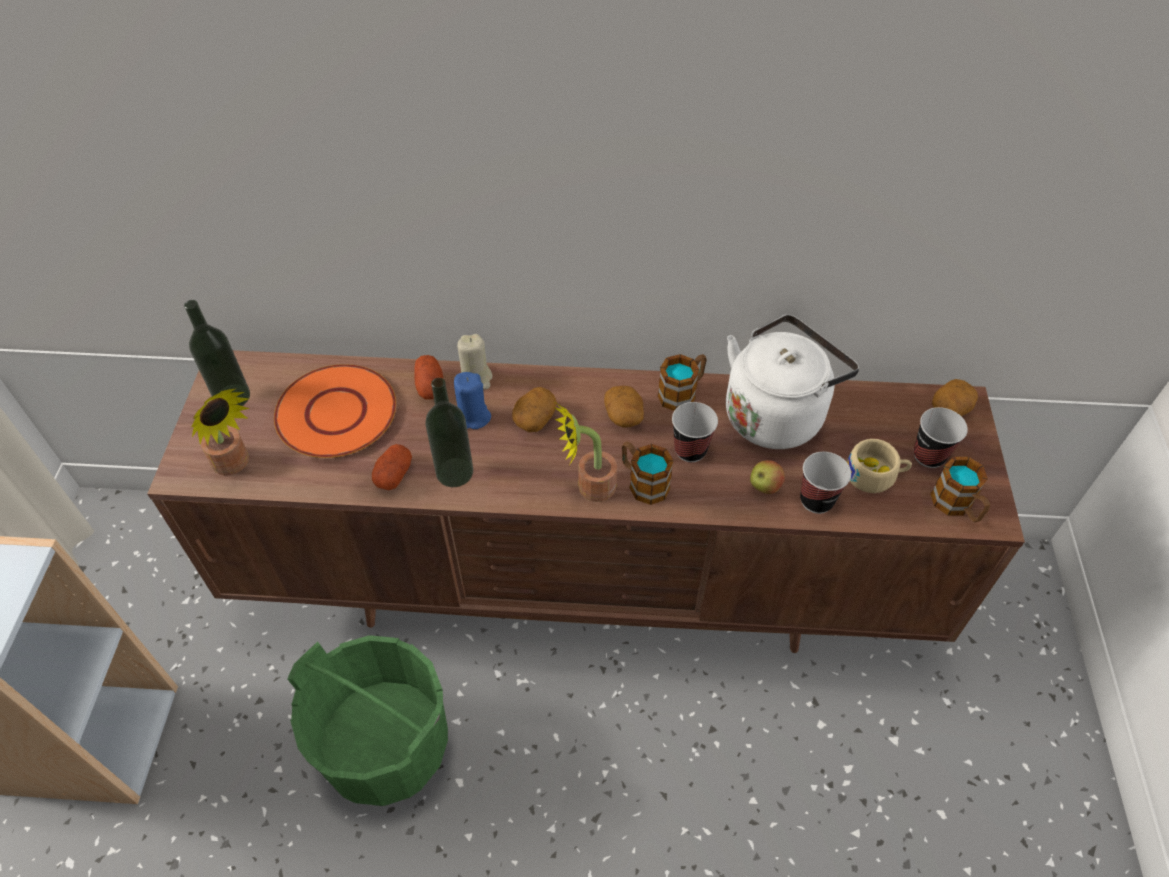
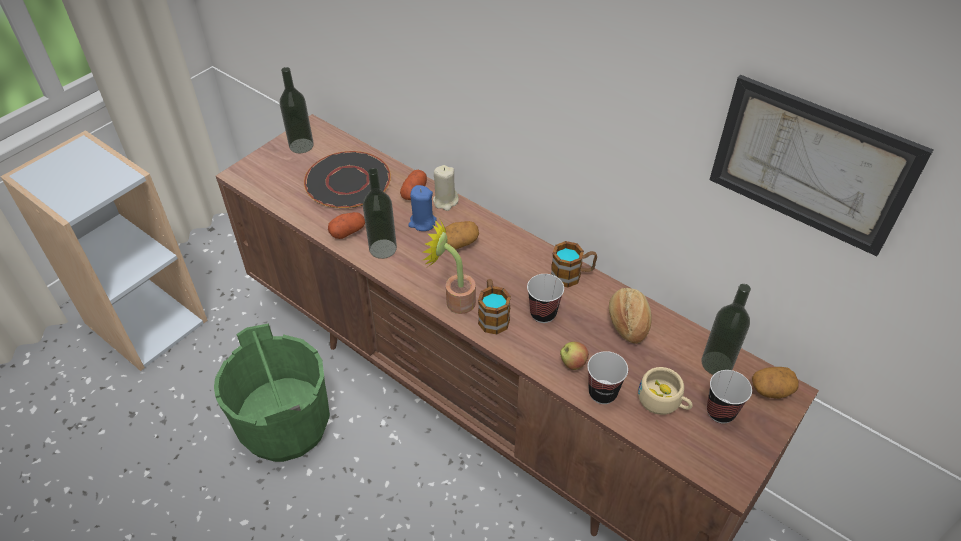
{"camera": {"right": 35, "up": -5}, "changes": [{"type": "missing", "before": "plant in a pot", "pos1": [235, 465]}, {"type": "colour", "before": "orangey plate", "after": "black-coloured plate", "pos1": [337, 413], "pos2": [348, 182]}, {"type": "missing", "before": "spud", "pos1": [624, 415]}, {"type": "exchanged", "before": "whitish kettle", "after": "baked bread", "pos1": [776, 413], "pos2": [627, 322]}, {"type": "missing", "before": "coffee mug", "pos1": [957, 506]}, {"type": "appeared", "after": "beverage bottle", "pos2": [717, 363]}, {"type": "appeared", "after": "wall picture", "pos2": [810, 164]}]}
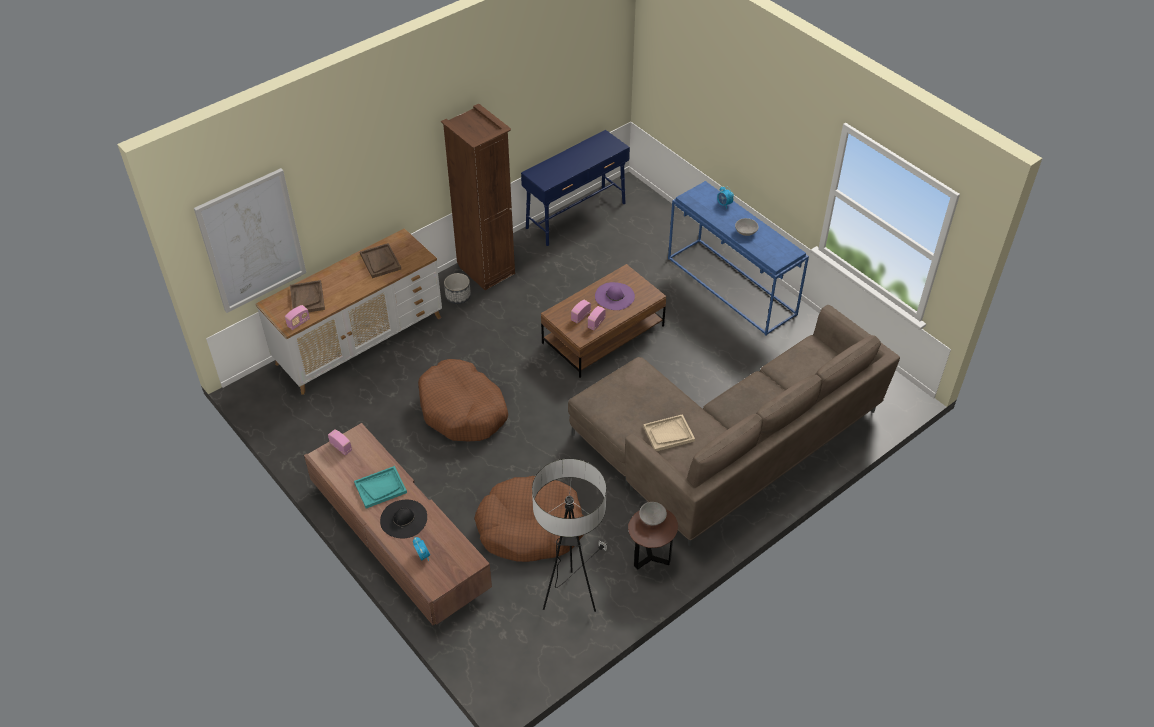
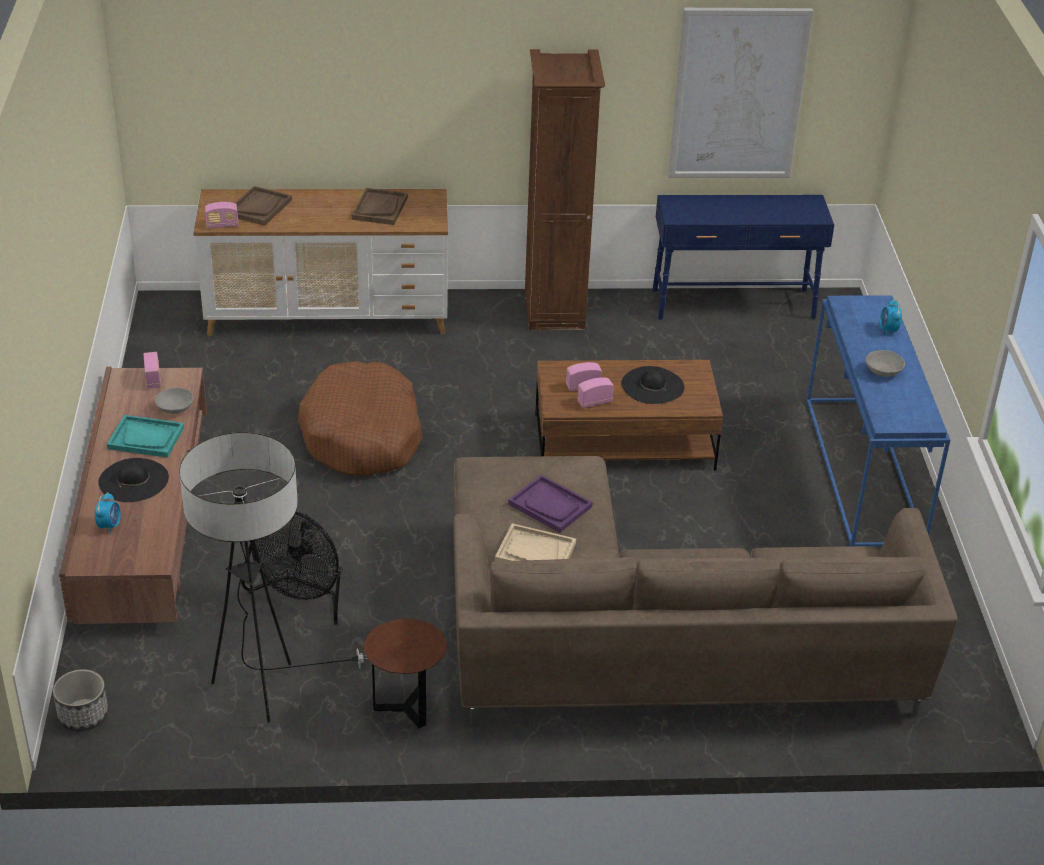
{"camera": {"right": 35, "up": -10}, "changes": [{"type": "relocated", "before": "wall picture", "pos1": [252, 241], "pos2": [738, 94]}, {"type": "relocated", "before": "plant pot", "pos1": [458, 296], "pos2": [83, 716]}, {"type": "exchanged", "before": "brown pet bed", "after": "black-coloured fan", "pos1": [530, 527], "pos2": [299, 594]}, {"type": "colour", "before": "purple-coloured clothing hat", "after": "black-coloured clothing hat", "pos1": [614, 296], "pos2": [652, 385]}, {"type": "relocated", "before": "greyish bowl", "pos1": [652, 518], "pos2": [175, 409]}, {"type": "appeared", "after": "purple-coloured carrying tray", "pos2": [550, 505]}]}
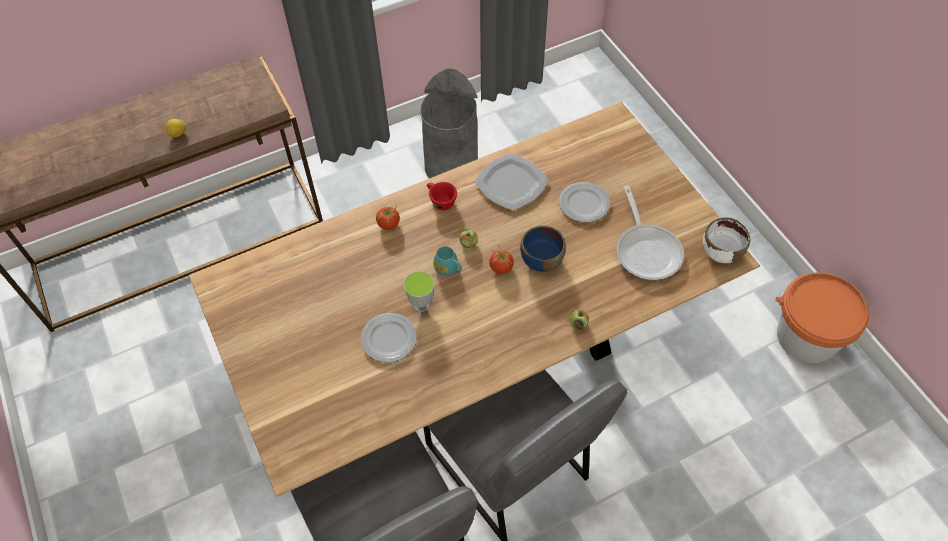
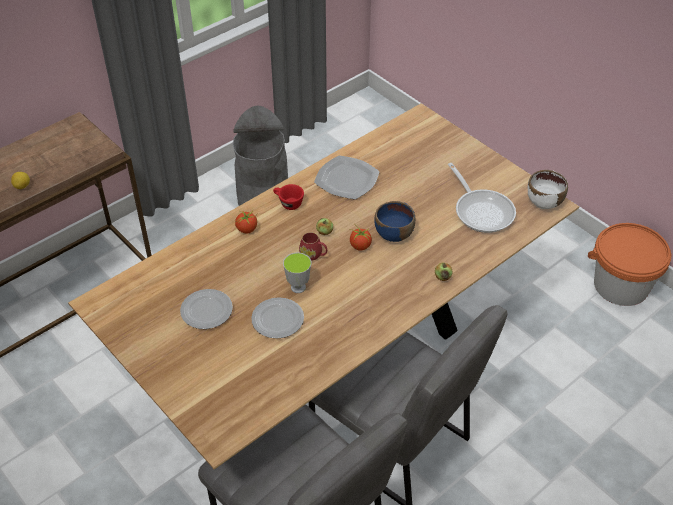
{"camera": {"right": -15, "up": -10}, "changes": [{"type": "colour", "before": "turquoise coffee mug", "after": "red coffee mug", "pos1": [448, 269], "pos2": [313, 255]}, {"type": "relocated", "before": "plate", "pos1": [583, 204], "pos2": [206, 311]}]}
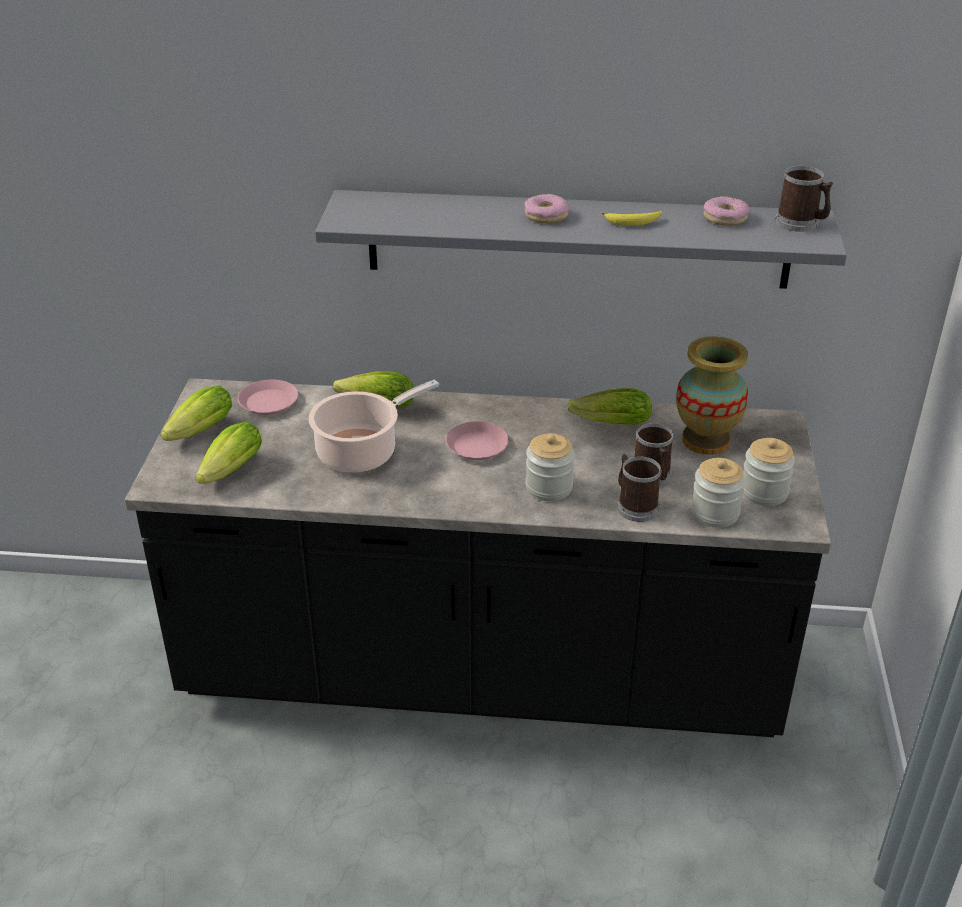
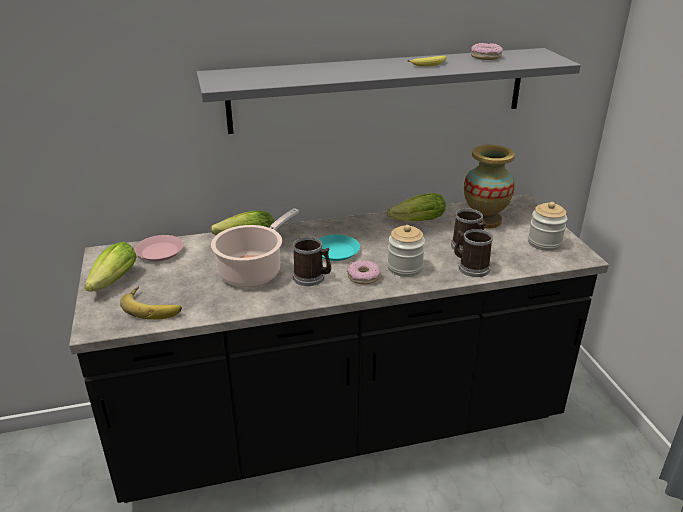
{"camera": {"right": -20, "up": -5}, "changes": [{"type": "exchanged", "before": "head of lettuce", "after": "banana fruit", "pos1": [228, 473], "pos2": [153, 306]}, {"type": "colour", "before": "pinkish plate", "after": "turquoise plate", "pos1": [477, 446], "pos2": [336, 251]}, {"type": "relocated", "before": "donut", "pos1": [546, 215], "pos2": [363, 277]}, {"type": "missing", "before": "preserve jar", "pos1": [715, 513]}, {"type": "relocated", "before": "coffee mug", "pos1": [801, 223], "pos2": [312, 278]}]}
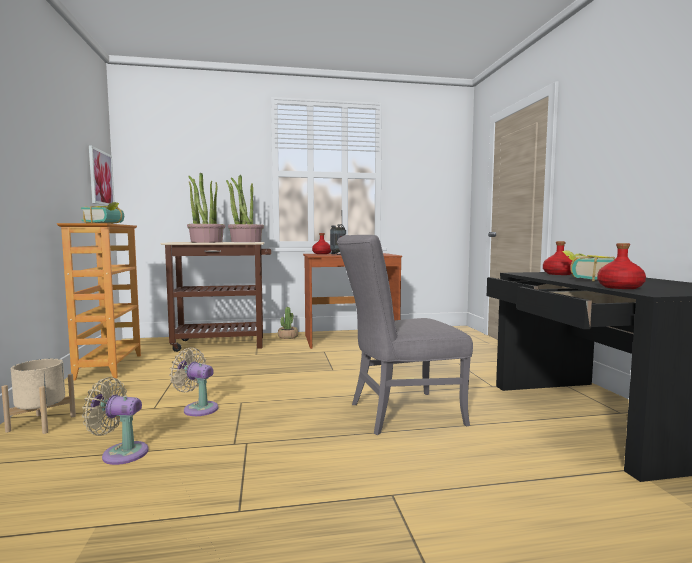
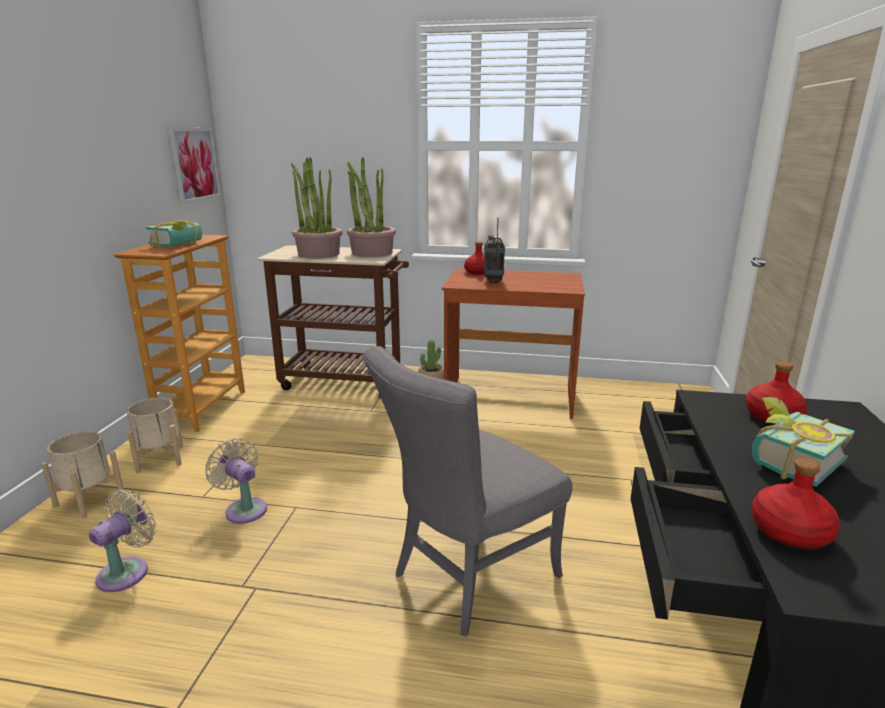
{"camera": {"right": 20, "up": 15}, "changes": [{"type": "spun", "before": "beige fan", "pos1": [121, 453], "pos2": [127, 571], "turn": 90}, {"type": "spun", "before": "greyish upright chair", "pos1": [398, 413], "pos2": [467, 577], "turn": -45}, {"type": "appeared", "after": "beige plant pot", "pos2": [160, 459]}]}
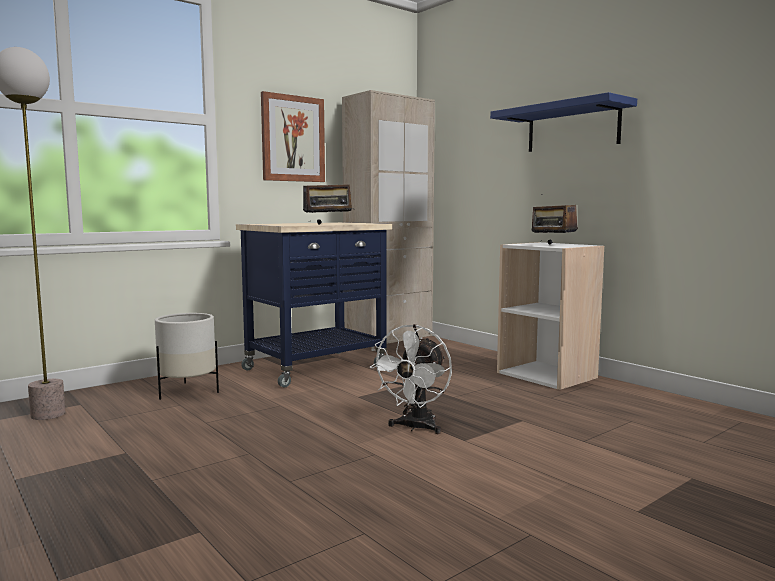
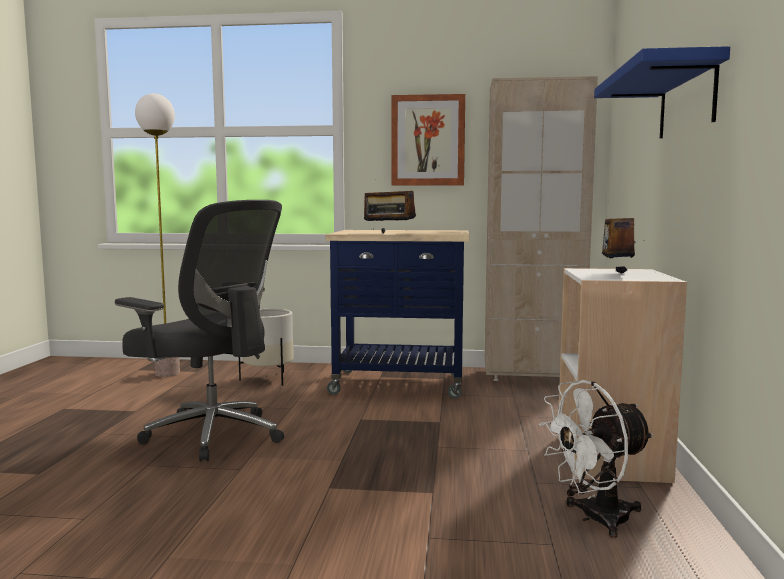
{"camera": {"right": 45, "up": 0}, "changes": [{"type": "relocated", "before": "whitish fan", "pos1": [415, 428], "pos2": [594, 518]}, {"type": "appeared", "after": "desk chair", "pos2": [211, 435]}]}
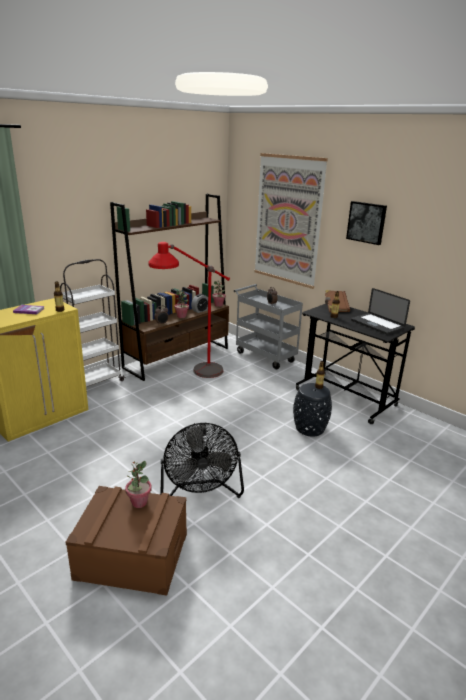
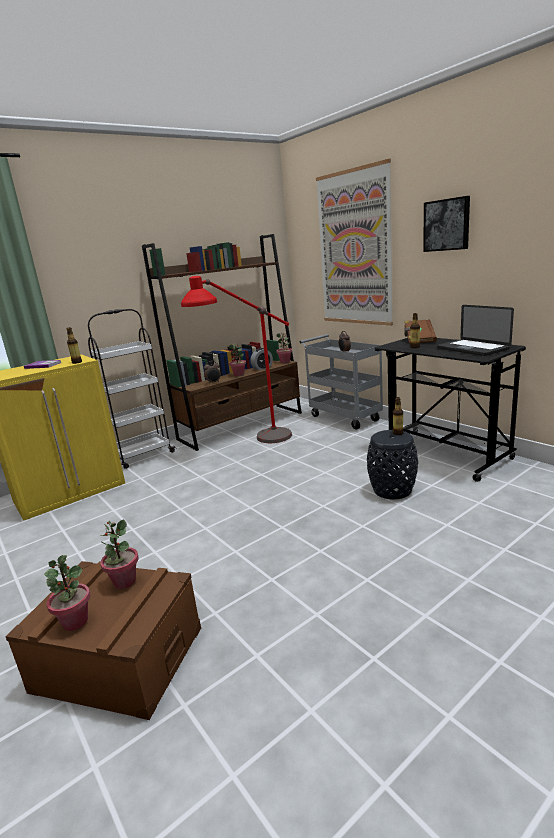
{"camera": {"right": 10, "up": -5}, "changes": [{"type": "missing", "before": "black-coloured fan", "pos1": [197, 491]}, {"type": "appeared", "after": "plant in a pot", "pos2": [75, 621]}]}
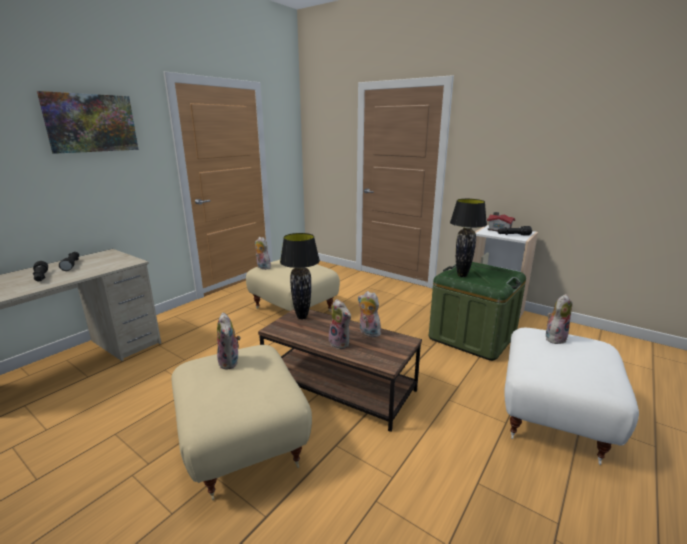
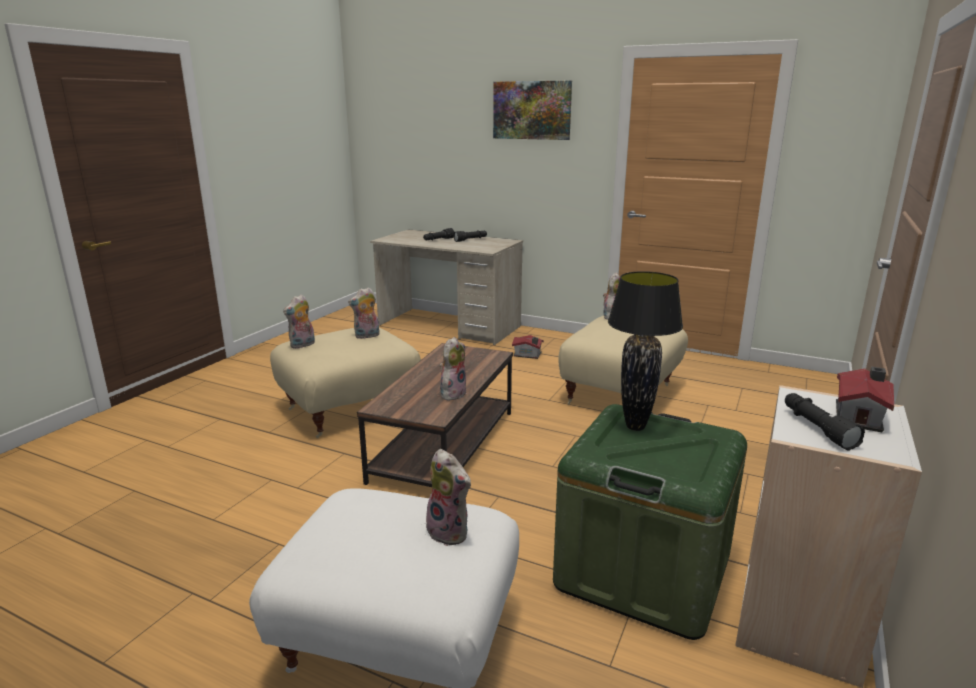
{"camera": {"right": 80, "up": 0}, "changes": [{"type": "missing", "before": "black-coloured tabletop lamp", "pos1": [301, 317]}, {"type": "relocated", "before": "cuddly toy", "pos1": [341, 343], "pos2": [302, 345]}, {"type": "appeared", "after": "toy house", "pos2": [528, 355]}]}
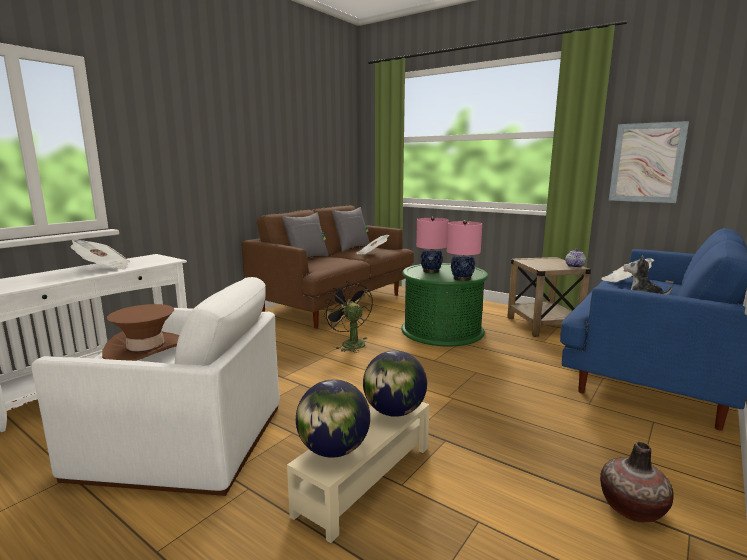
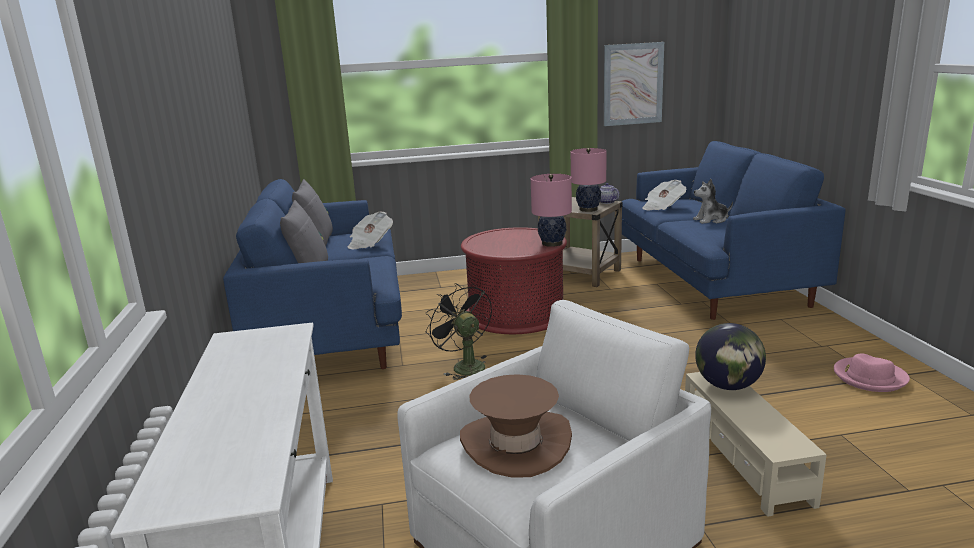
{"camera": {"right": -45, "up": 5}, "changes": [{"type": "missing", "before": "newspaper", "pos1": [104, 268]}, {"type": "colour", "before": "brown settee", "after": "blue-coloured settee", "pos1": [335, 304], "pos2": [332, 332]}, {"type": "missing", "before": "desk globe", "pos1": [334, 450]}, {"type": "spun", "before": "black-coloured fan", "pos1": [350, 343], "pos2": [464, 366], "turn": 45}, {"type": "colour", "before": "green-coloured low table", "after": "red low table", "pos1": [442, 331], "pos2": [516, 313]}, {"type": "relocated", "before": "pinkish tabletop lamp", "pos1": [431, 271], "pos2": [588, 209]}, {"type": "exchanged", "before": "flower vase", "after": "pinkish clothing hat", "pos1": [631, 508], "pos2": [869, 377]}]}
